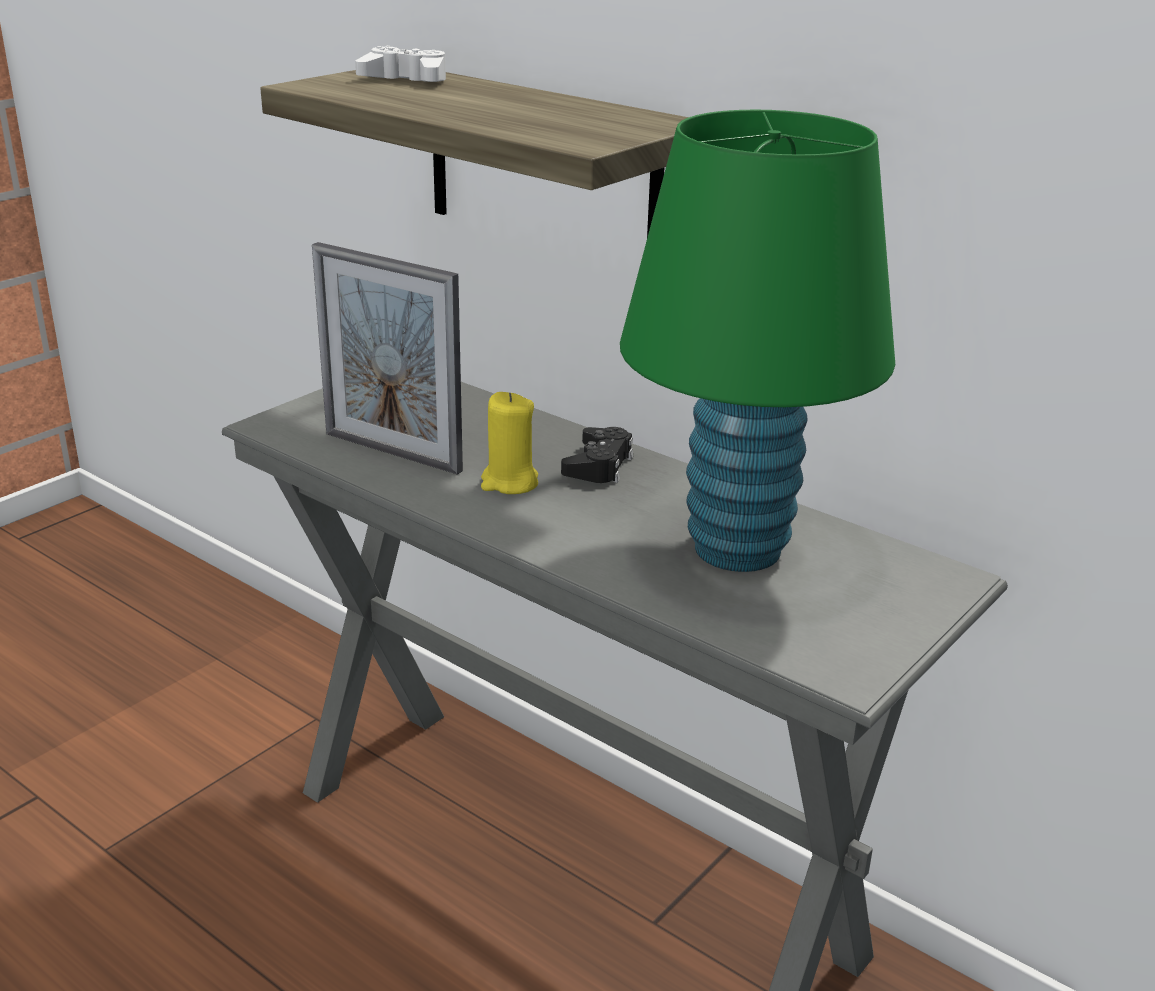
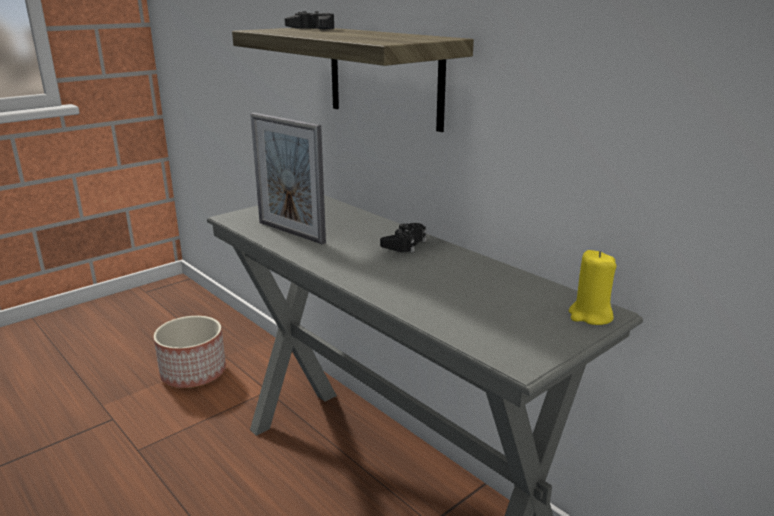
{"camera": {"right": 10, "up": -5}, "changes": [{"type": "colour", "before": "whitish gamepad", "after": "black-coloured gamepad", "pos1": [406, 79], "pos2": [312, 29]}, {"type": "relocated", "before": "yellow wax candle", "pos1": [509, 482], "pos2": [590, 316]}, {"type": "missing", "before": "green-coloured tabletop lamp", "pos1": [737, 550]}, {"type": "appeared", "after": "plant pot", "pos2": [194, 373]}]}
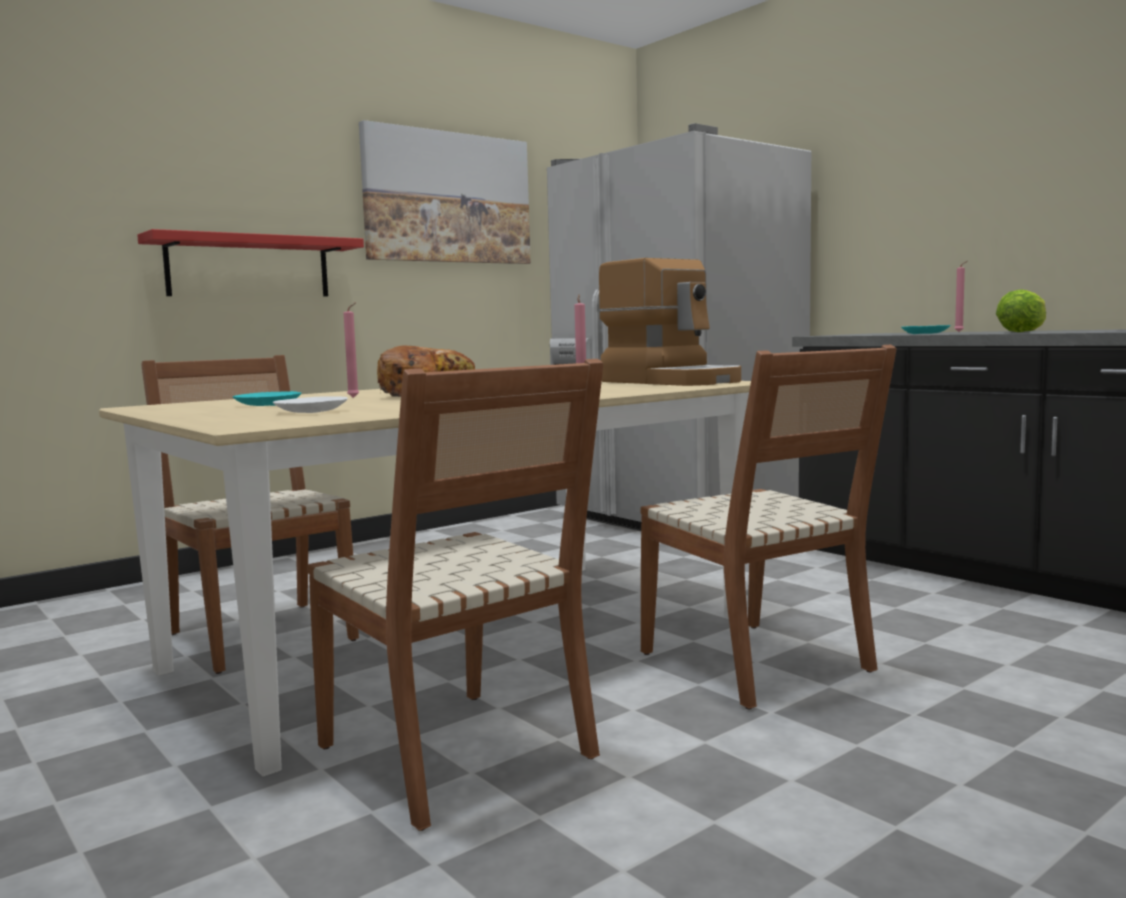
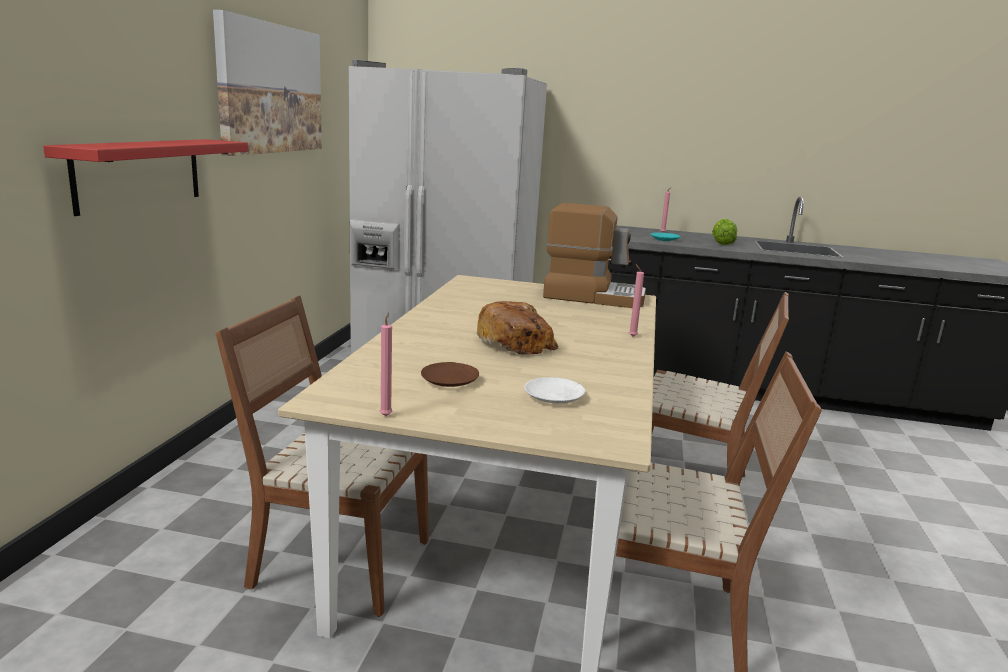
{"camera": {"right": -40, "up": 10}, "changes": [{"type": "colour", "before": "turquoise plate", "after": "brown plate", "pos1": [268, 405], "pos2": [450, 381]}, {"type": "relocated", "before": "pinkish wax candle", "pos1": [355, 397], "pos2": [386, 415]}]}
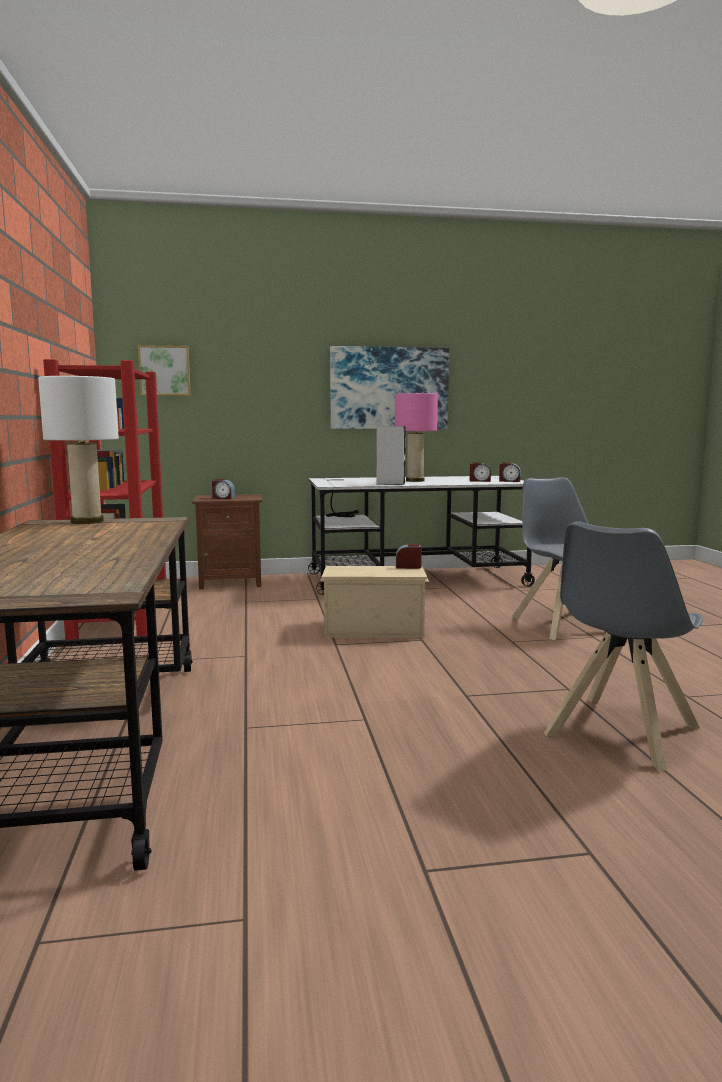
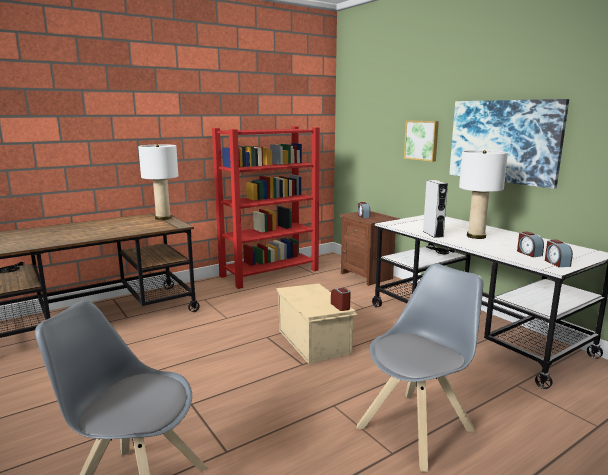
{"camera": {"right": 65, "up": 5}, "changes": [{"type": "relocated", "before": "wall picture", "pos1": [164, 370], "pos2": [422, 140]}, {"type": "colour", "before": "pinkish tabletop lamp", "after": "whitish tabletop lamp", "pos1": [415, 481], "pos2": [475, 236]}]}
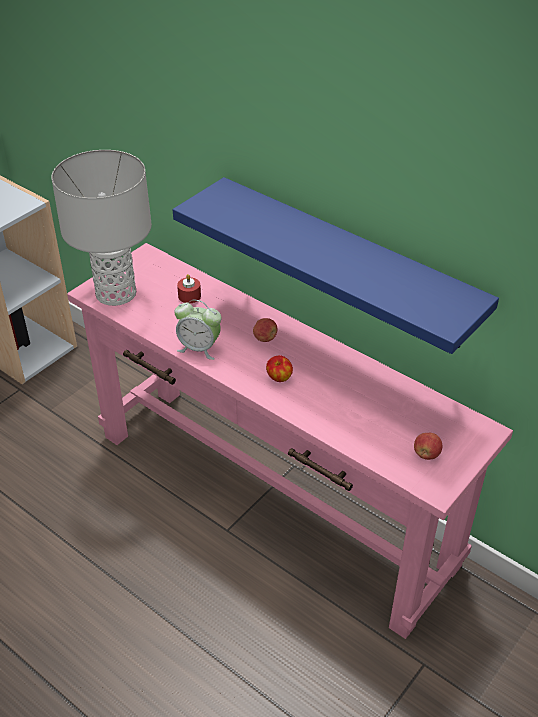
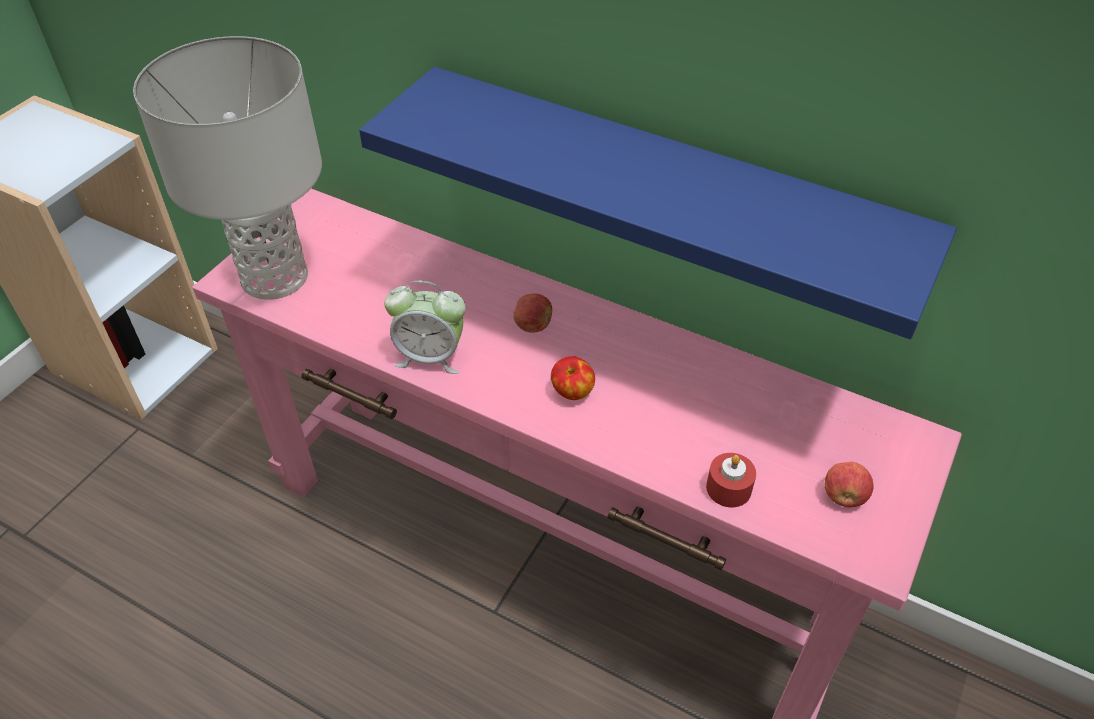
{"camera": {"right": -10, "up": 5}, "changes": [{"type": "relocated", "before": "red wax candle", "pos1": [189, 296], "pos2": [728, 488]}]}
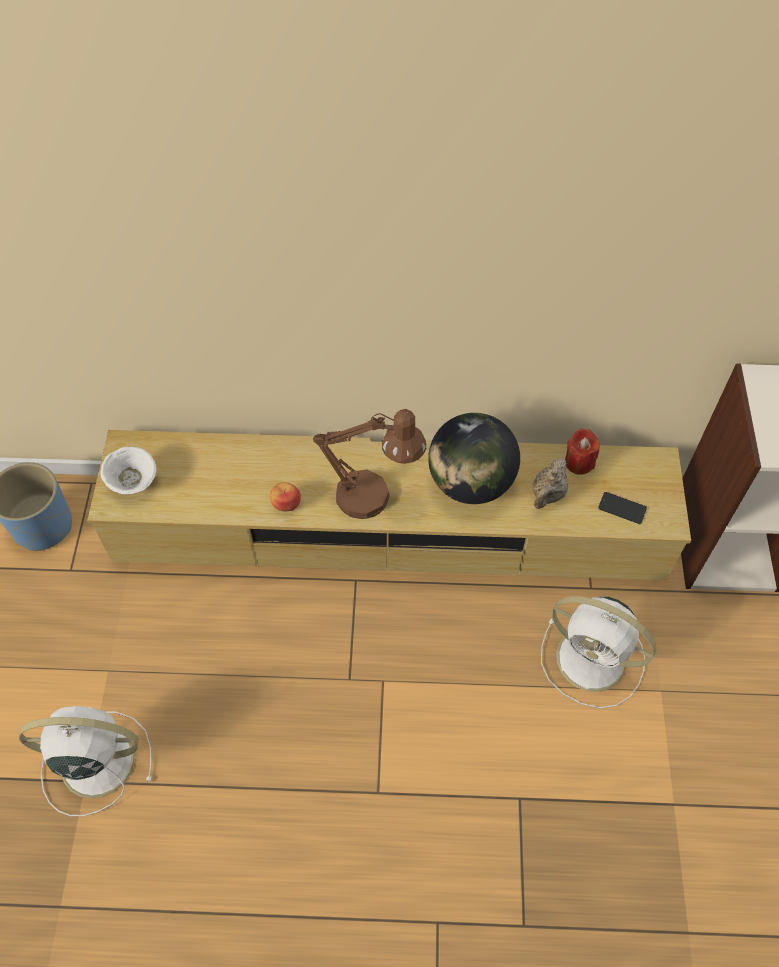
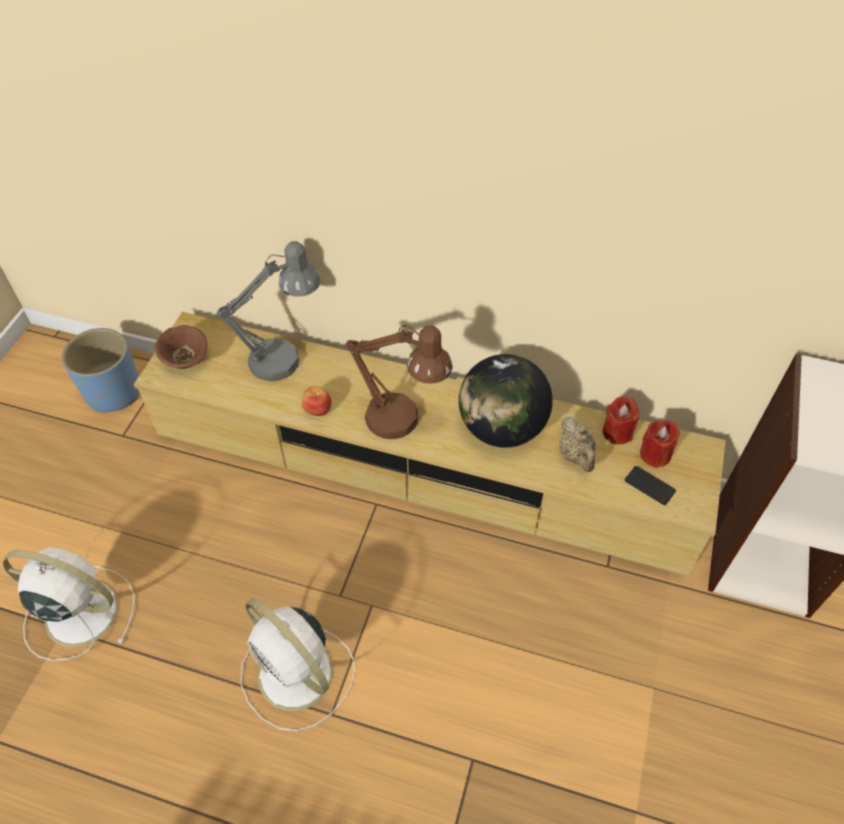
{"camera": {"right": 15, "up": -5}, "changes": [{"type": "colour", "before": "whitish bowl", "after": "brown bowl", "pos1": [133, 482], "pos2": [186, 360]}, {"type": "spun", "before": "beige teapot", "pos1": [547, 495], "pos2": [575, 456], "turn": -60}, {"type": "relocated", "before": "whitish fan", "pos1": [594, 660], "pos2": [298, 675]}, {"type": "appeared", "after": "greyish tabletop lamp", "pos2": [285, 358]}, {"type": "appeared", "after": "red wax candle", "pos2": [655, 454]}]}
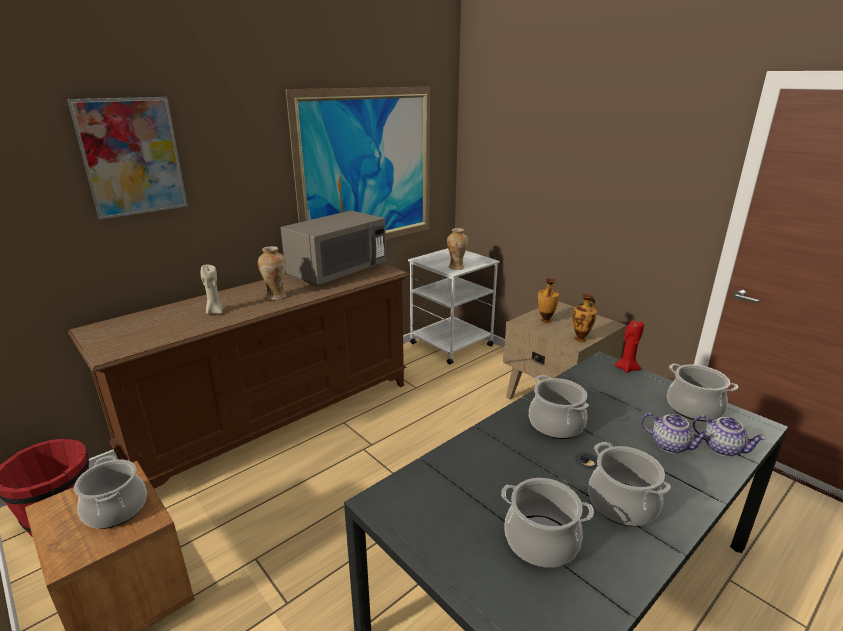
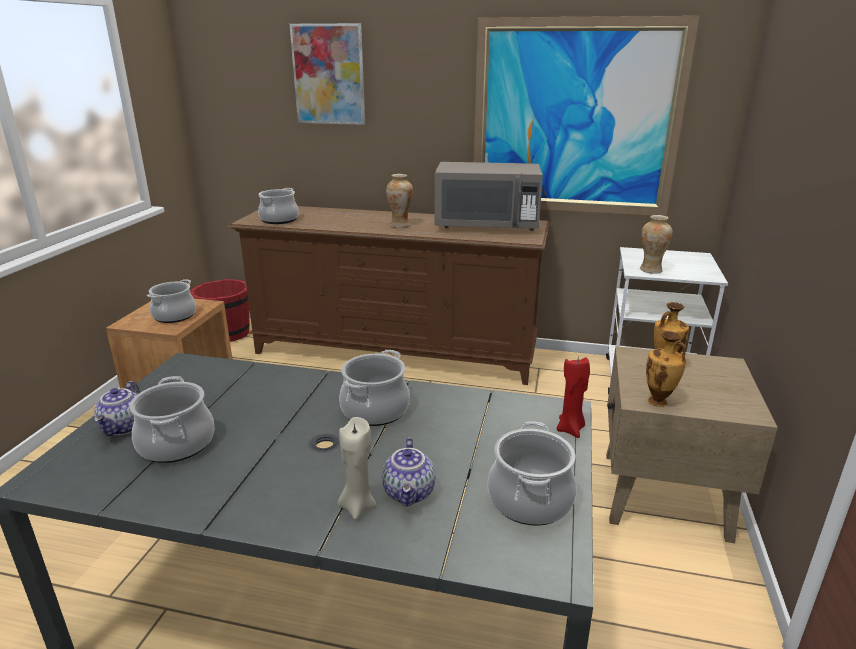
{"camera": {"right": 55, "up": 0}, "changes": [{"type": "relocated", "before": "beige wax candle", "pos1": [214, 312], "pos2": [357, 506]}, {"type": "relocated", "before": "stockpot", "pos1": [622, 504], "pos2": [279, 220]}, {"type": "relocated", "before": "teapot", "pos1": [723, 448], "pos2": [124, 427]}]}
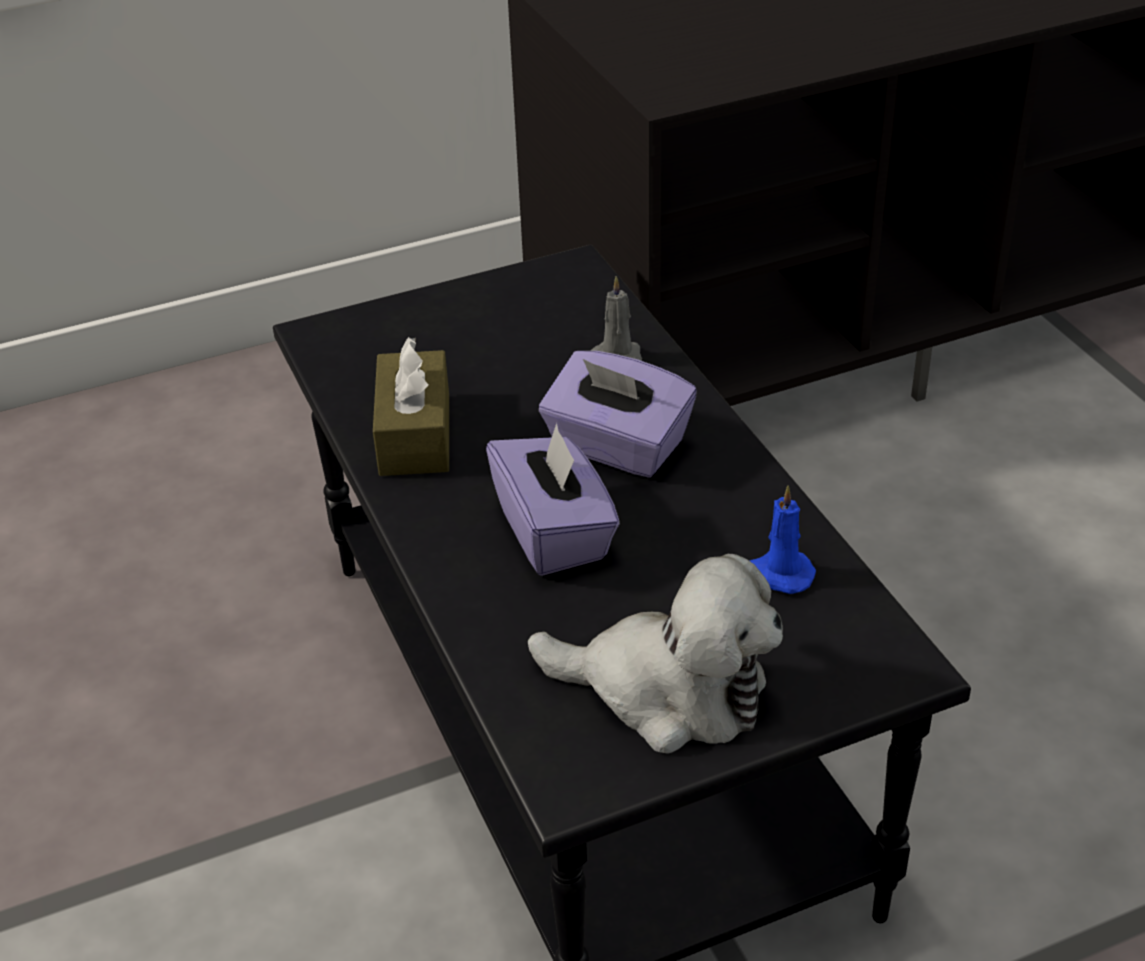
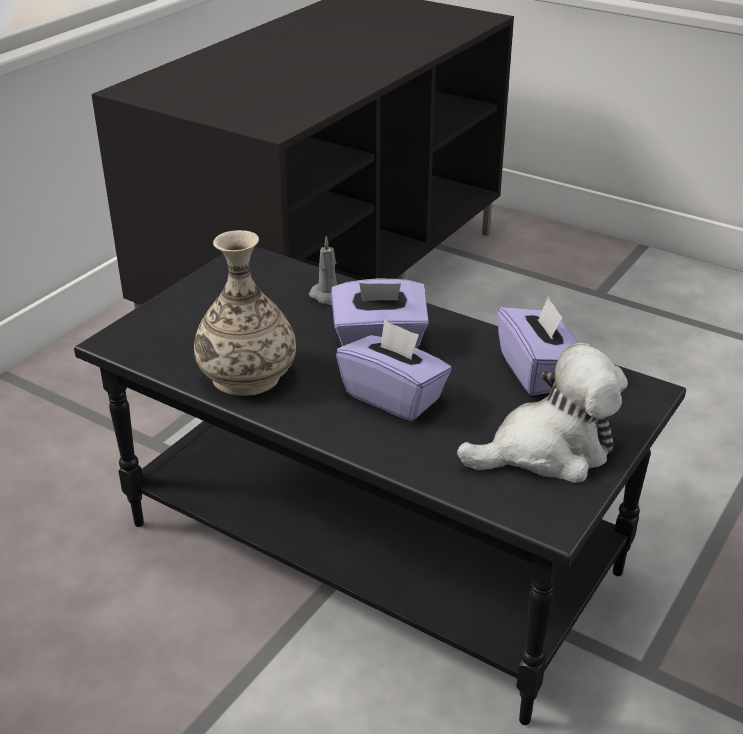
{"camera": {"right": -35, "up": -5}, "changes": [{"type": "exchanged", "before": "brown tissue box", "after": "flower vase", "pos1": [415, 434], "pos2": [246, 375]}, {"type": "exchanged", "before": "blue-coloured wax candle", "after": "purple-coloured tissue box", "pos1": [778, 574], "pos2": [538, 372]}]}
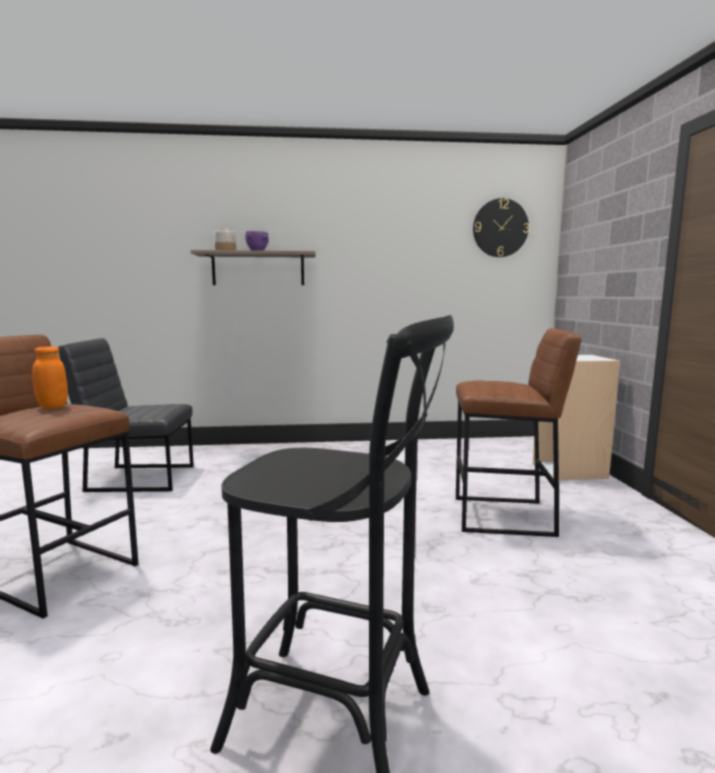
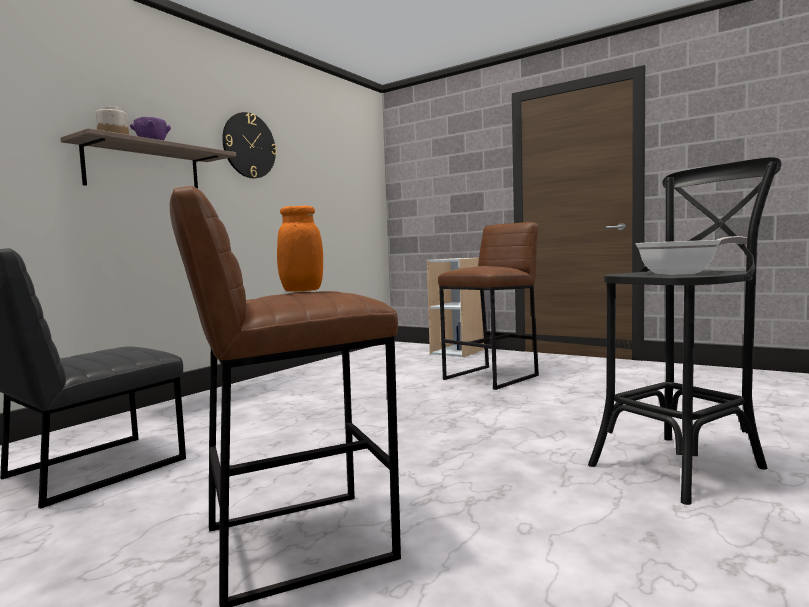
{"camera": {"right": -50, "up": -5}, "changes": [{"type": "relocated", "before": "clock on the wall", "pos1": [500, 228], "pos2": [249, 145]}, {"type": "appeared", "after": "pan", "pos2": [684, 273]}]}
